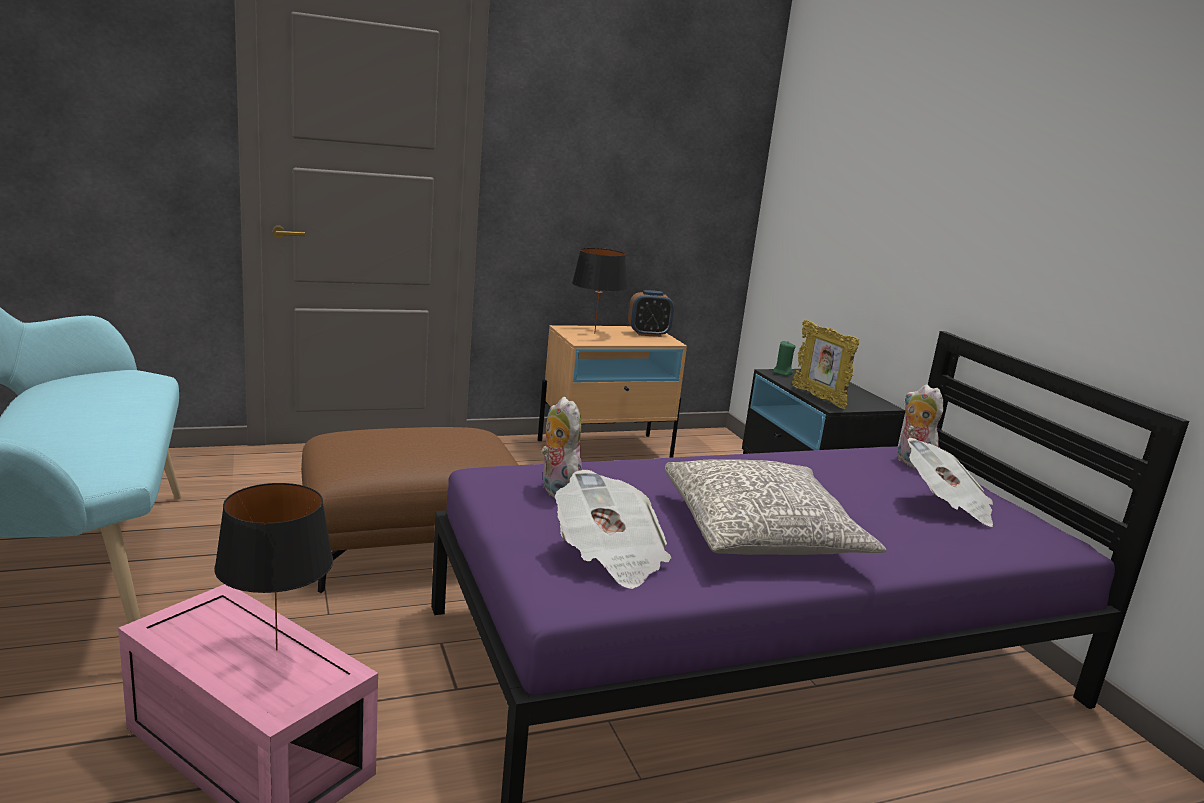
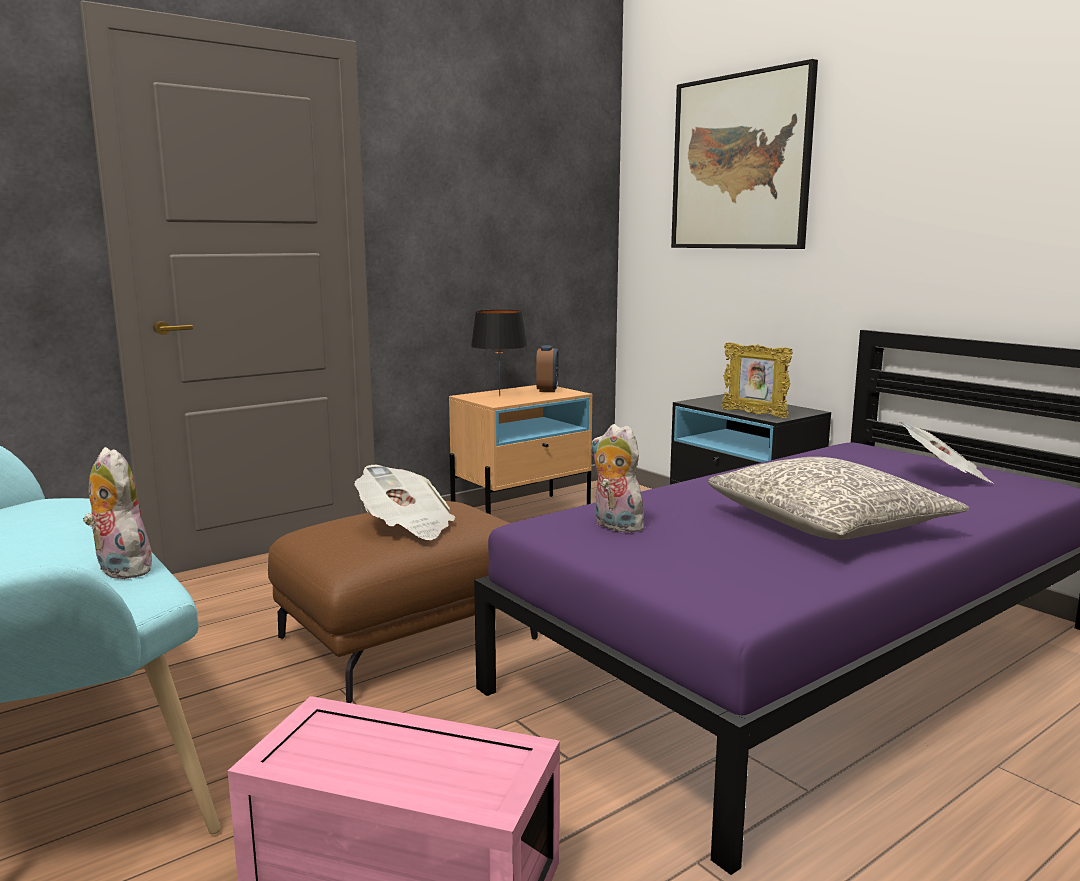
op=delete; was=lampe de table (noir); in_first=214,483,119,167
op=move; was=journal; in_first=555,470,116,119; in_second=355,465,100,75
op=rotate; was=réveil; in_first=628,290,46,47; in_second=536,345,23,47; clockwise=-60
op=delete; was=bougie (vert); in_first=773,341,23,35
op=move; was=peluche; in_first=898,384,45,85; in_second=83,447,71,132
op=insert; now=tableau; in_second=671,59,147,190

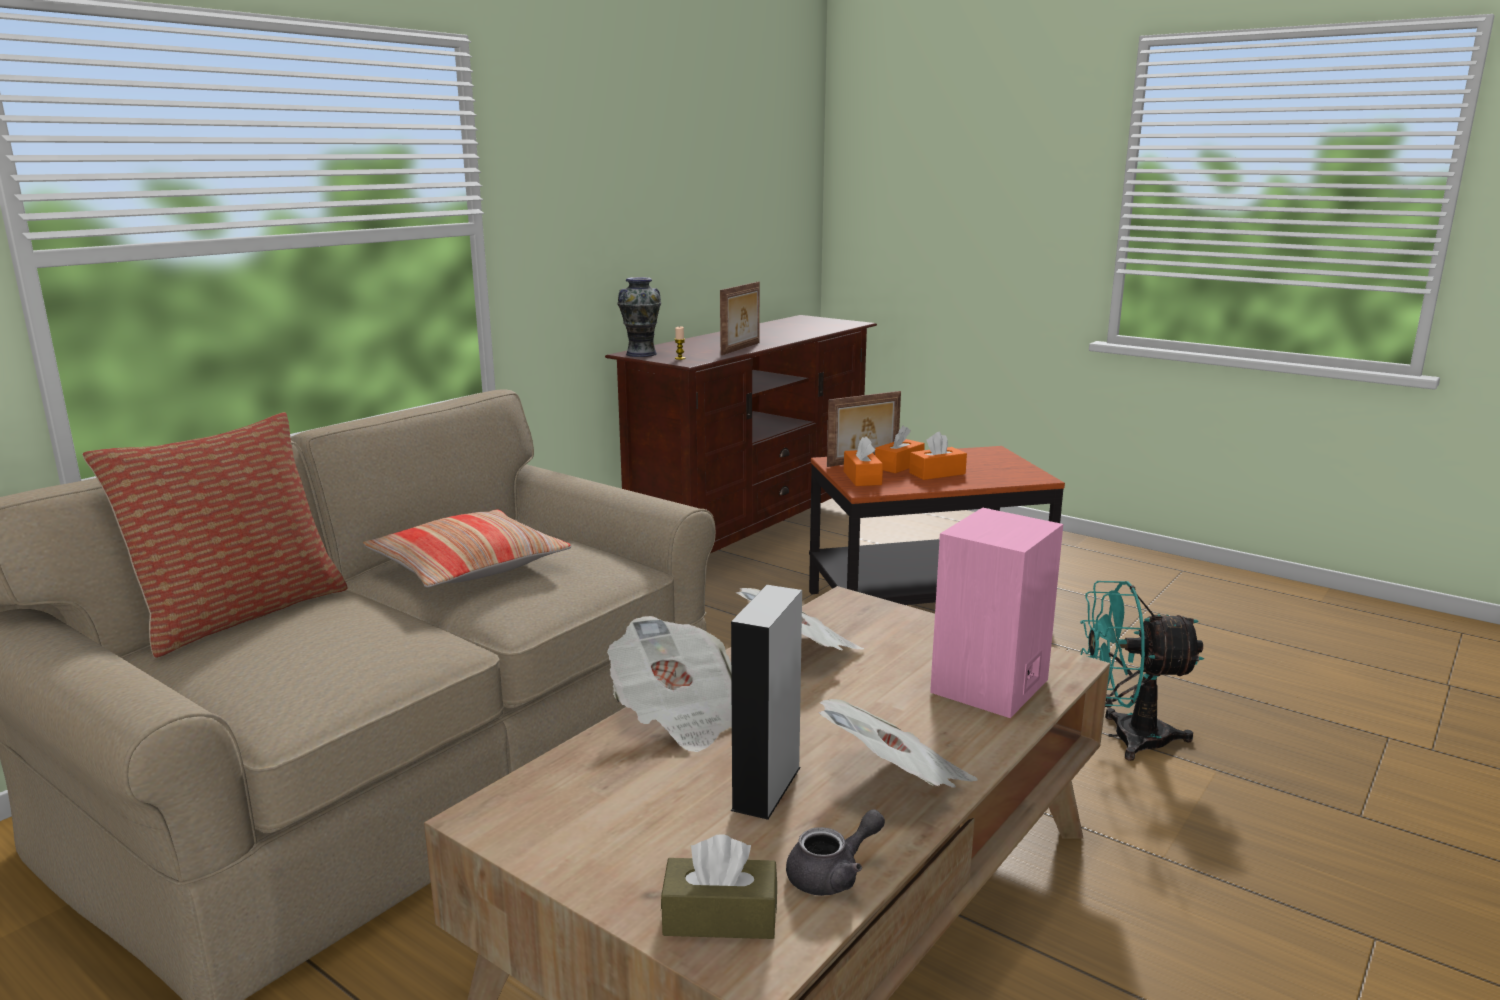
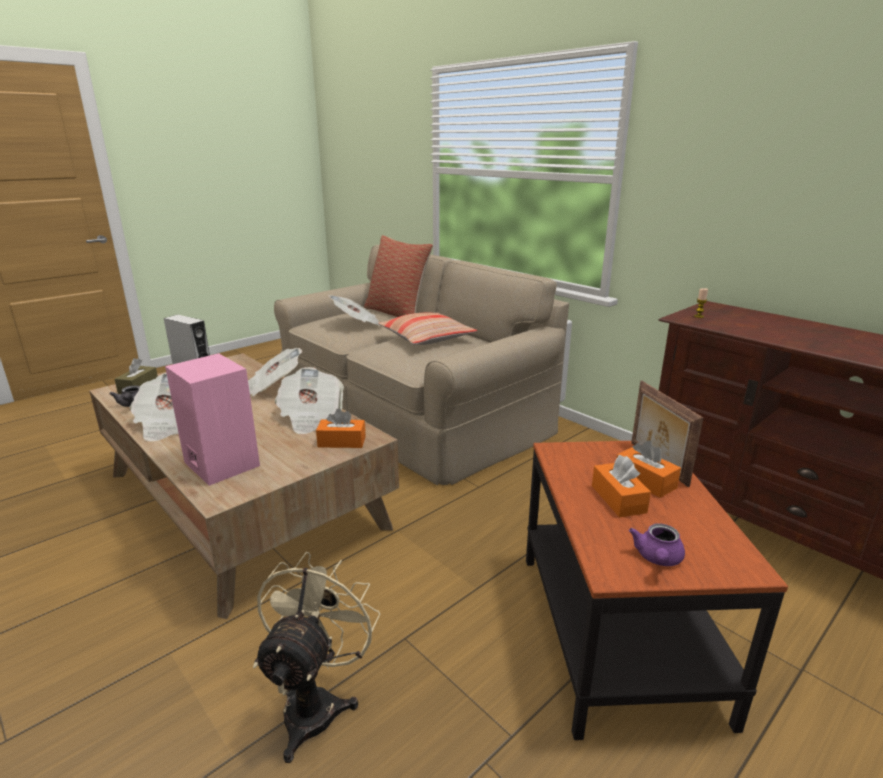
op=delete; was=vase; in_first=617,277,44,80
op=delete; was=cadre photo; in_first=720,282,40,73
op=move; was=boîte à mouchoirs (orange); in_first=844,436,39,50; in_second=316,409,50,39
op=recolor; was=ventilateur (turquoise); now=ventilateur (beige); in_first=1080,581,124,180; in_second=253,552,127,211
op=insert; now=journal; in_second=328,295,53,31
op=insert; now=théière (violet); in_second=629,523,56,43

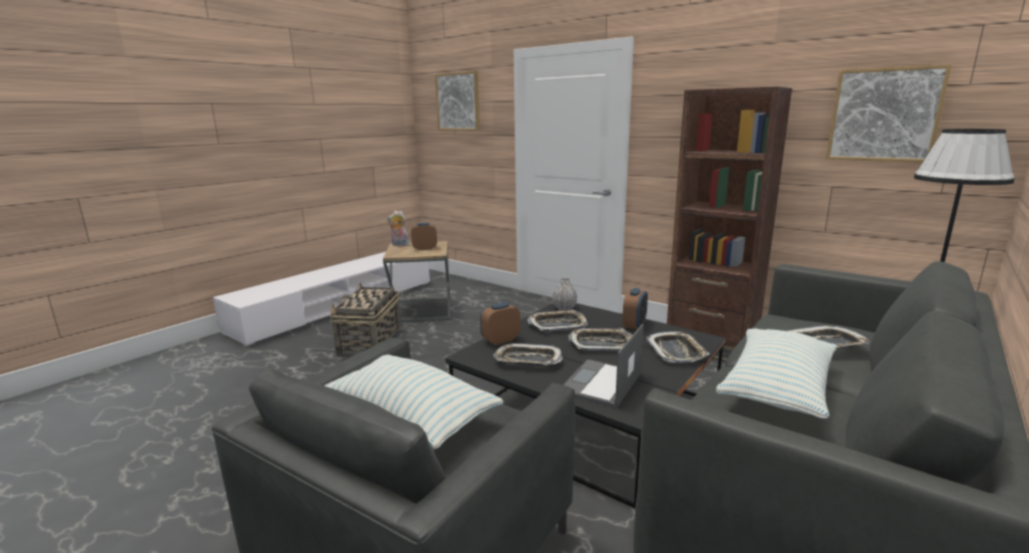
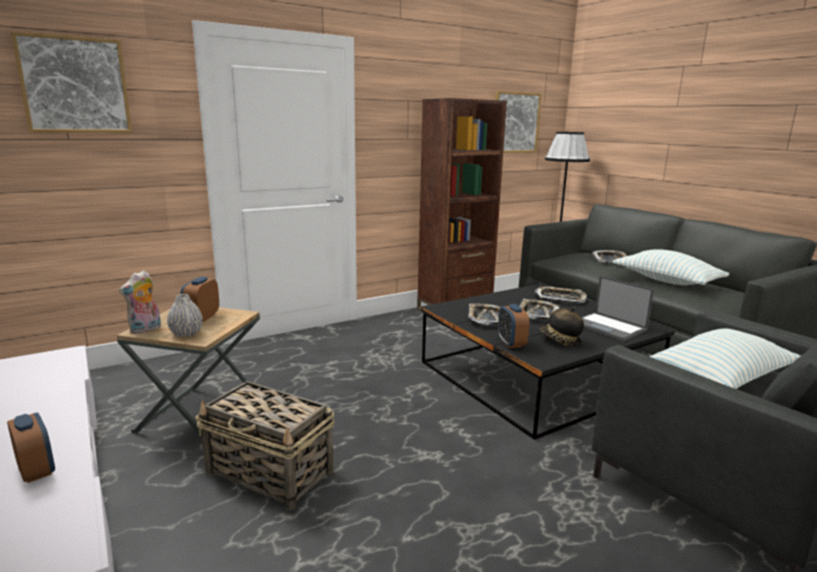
op=replace; was=plateau; now=chapeau; in_first=494,343,69,23; in_second=539,307,45,39
op=move; was=vase (gris); in_first=552,278,25,33; in_second=167,294,36,43
op=move; was=réveil; in_first=622,288,26,42; in_second=7,413,48,70

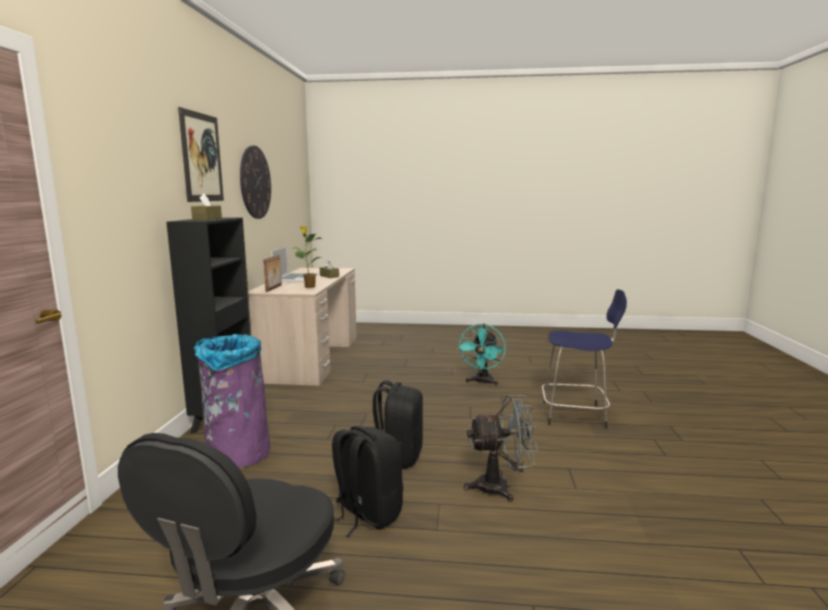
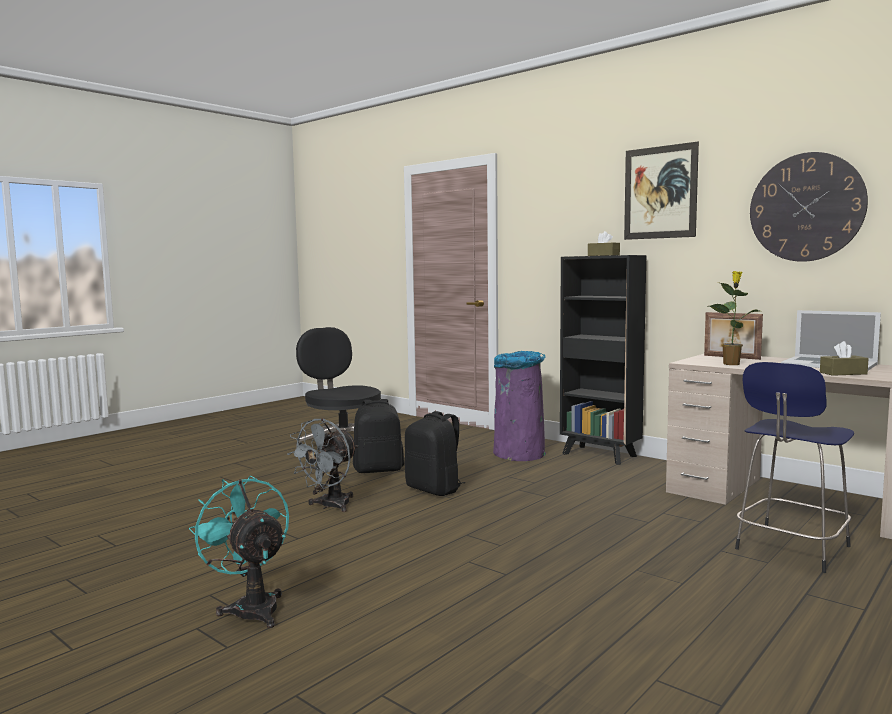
op=move; was=ventilateur (turquoise); in_first=457,324,49,62; in_second=189,475,100,153
op=move; was=tabouret (bleu); in_first=542,289,85,140; in_second=735,362,119,211

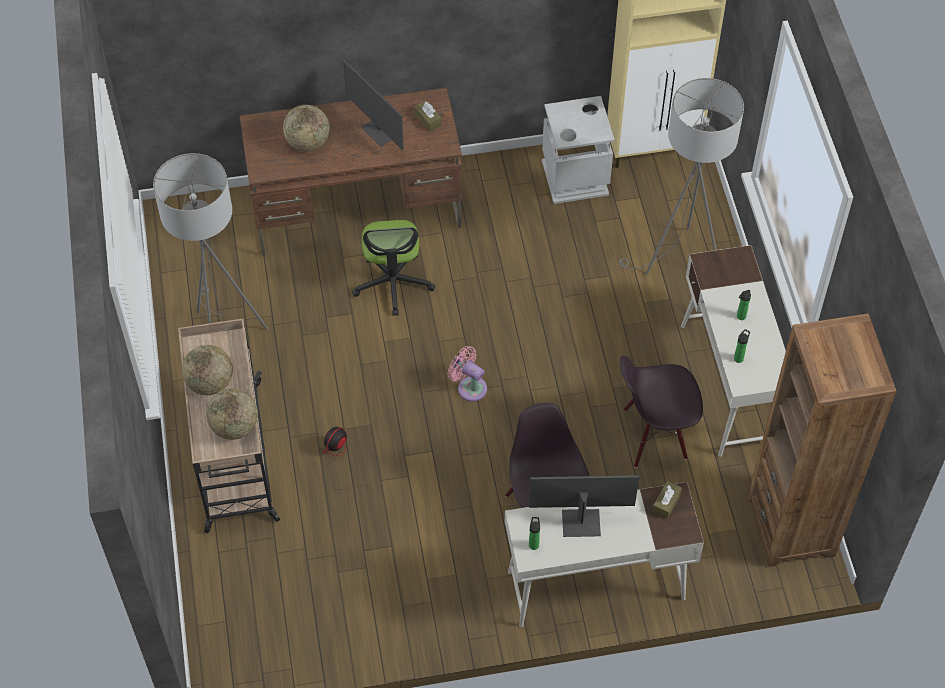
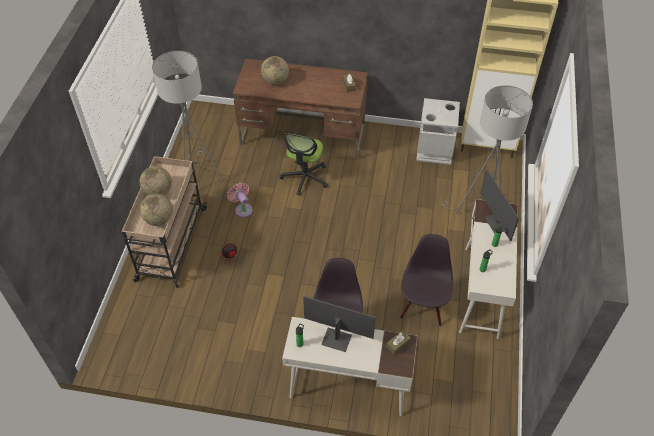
op=move; was=écran d'ordinateur; in_first=343,60,61,90; in_second=481,170,38,71
op=move; was=ventilateur (rose); in_first=448,346,39,56; in_second=227,182,26,36
op=rotate; was=chaise (noir); in_first=620,356,83,112; in_second=400,234,53,93; clockwise=90
op=delete; was=bibliothèque (marron); in_first=748,314,149,253

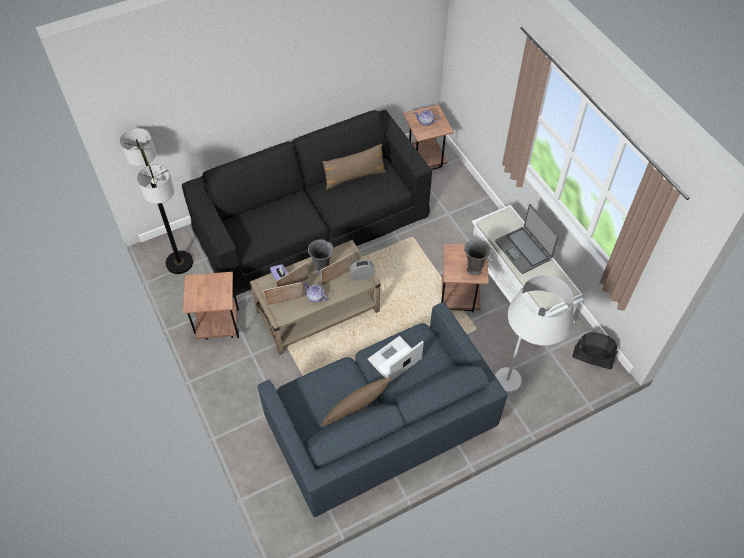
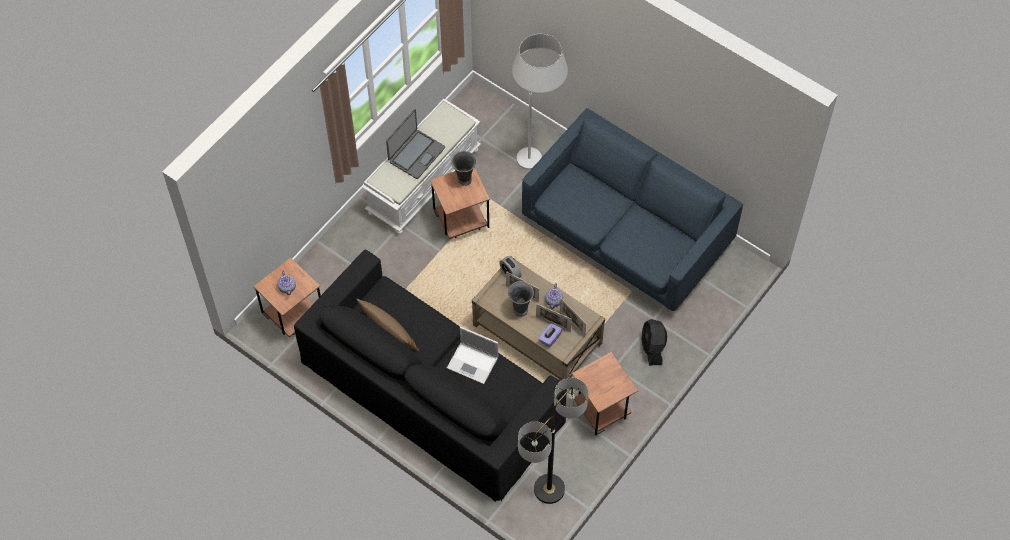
op=delete; was=coussin (marron); in_first=320,377,71,50
op=move; was=ordinateur portable; in_first=368,336,56,46; in_second=447,327,51,57
op=move; was=ventilateur (noir); in_first=572,332,46,37; in_second=642,319,25,47

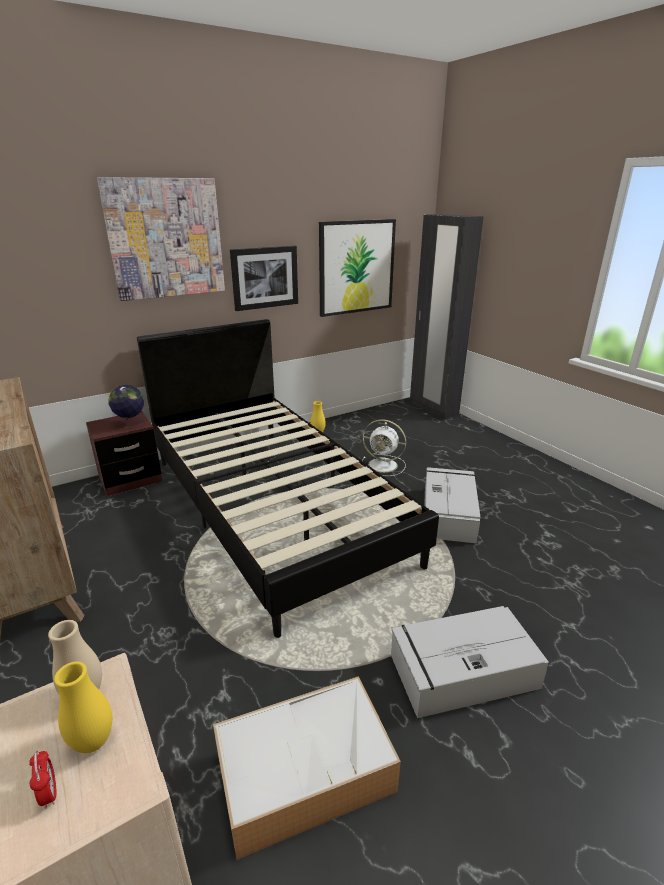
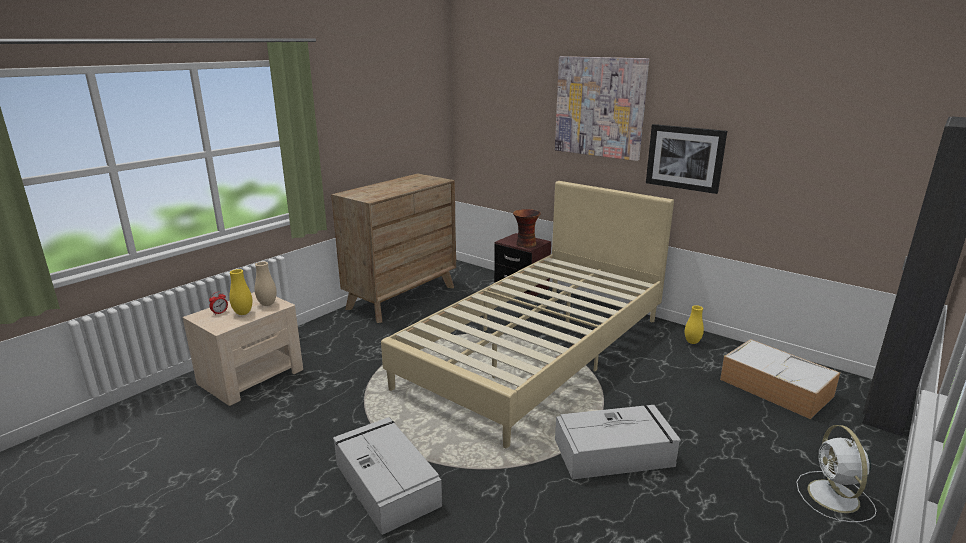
op=replace; was=globe; now=vase; in_first=108,385,36,43; in_second=513,209,28,39
op=recolor; was=lit (noir); now=lit (beige); in_first=137,319,302,319; in_second=381,181,293,267
op=move; was=boîte de rangement; in_first=213,676,188,184; in_second=720,339,120,80
op=delete; was=tableau; in_first=319,219,77,98
op=move; was=ventilateur (blanc); in_first=362,419,44,57; in_second=796,425,81,97

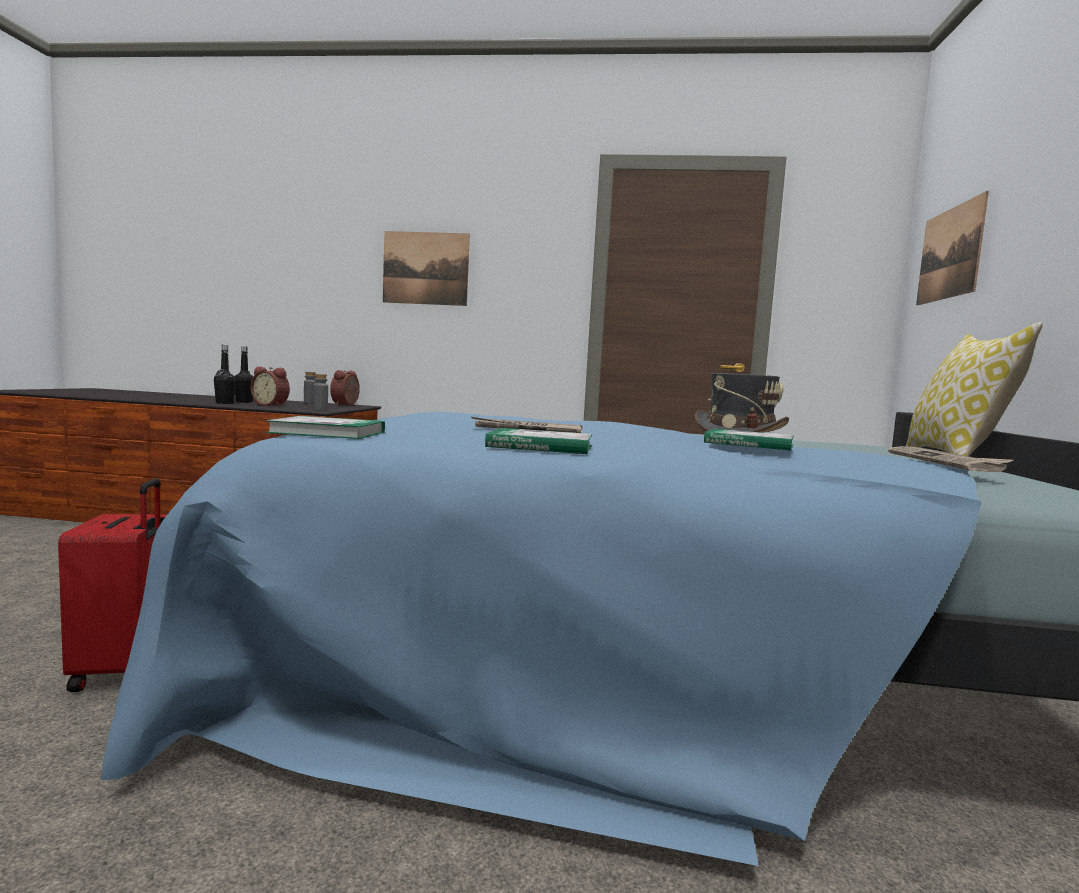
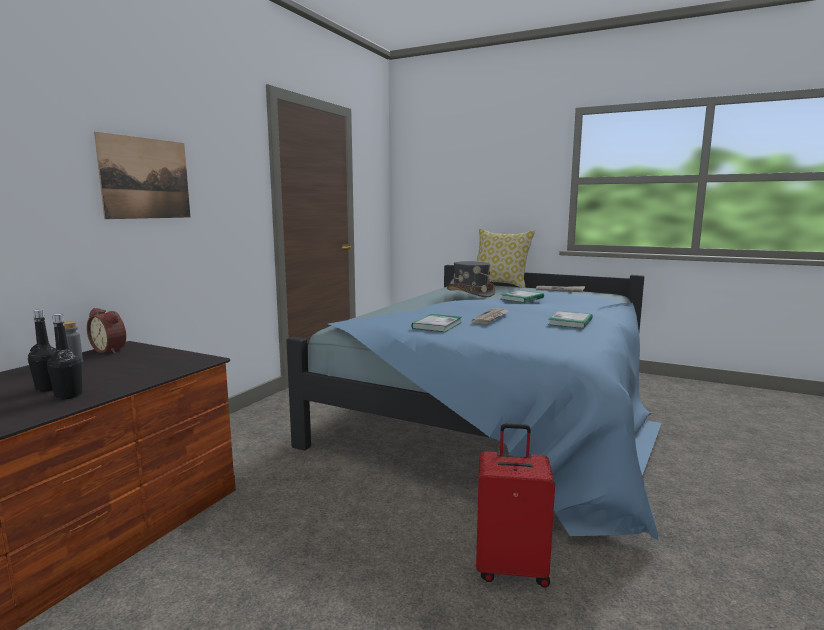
op=delete; was=réveil; in_first=250,366,40,41
op=move; was=livre; in_first=265,416,120,23; in_second=411,314,51,18
op=delete; was=bouteille (gris); in_first=313,374,15,37
op=delete; was=tableau; in_first=916,191,73,114

